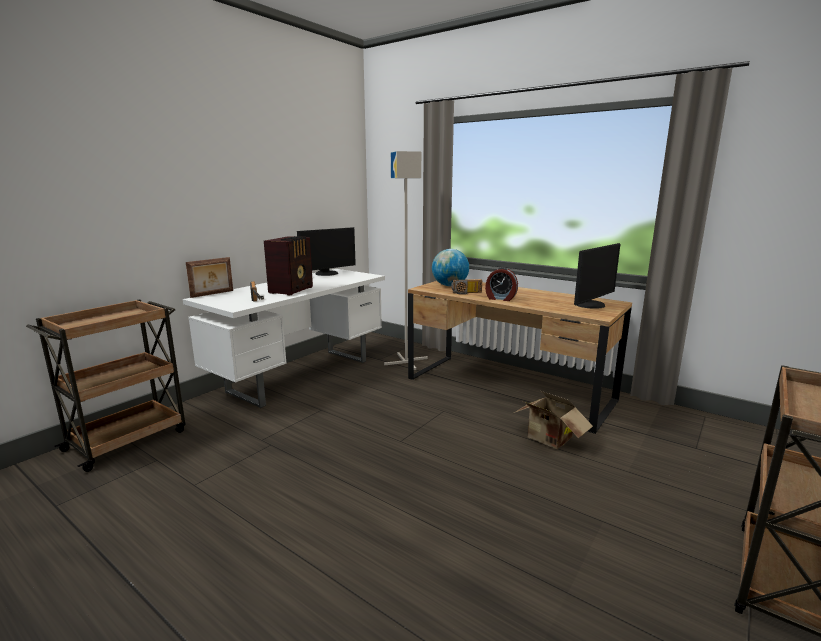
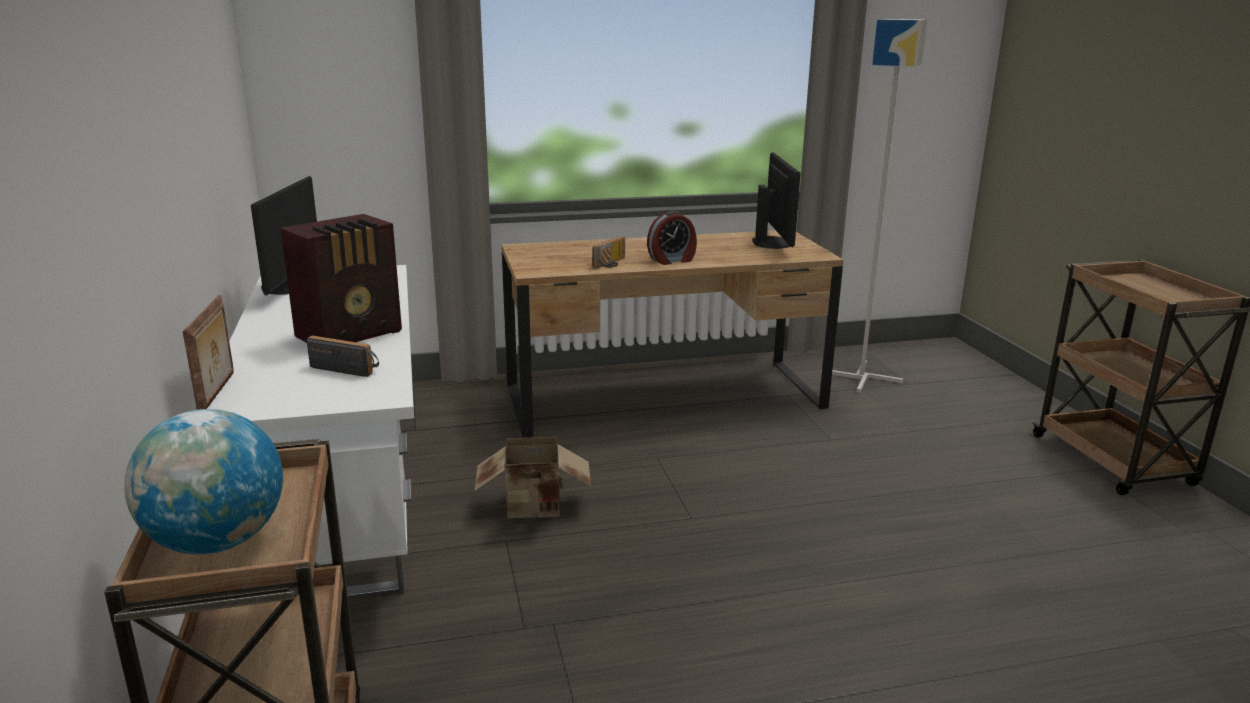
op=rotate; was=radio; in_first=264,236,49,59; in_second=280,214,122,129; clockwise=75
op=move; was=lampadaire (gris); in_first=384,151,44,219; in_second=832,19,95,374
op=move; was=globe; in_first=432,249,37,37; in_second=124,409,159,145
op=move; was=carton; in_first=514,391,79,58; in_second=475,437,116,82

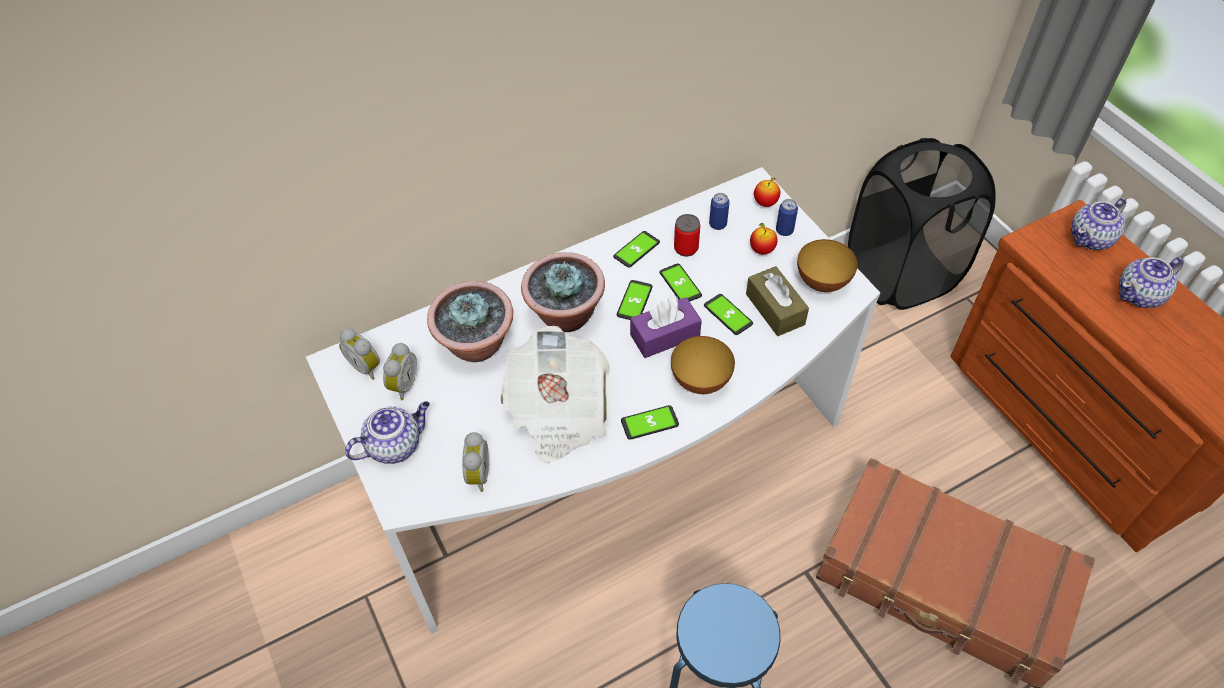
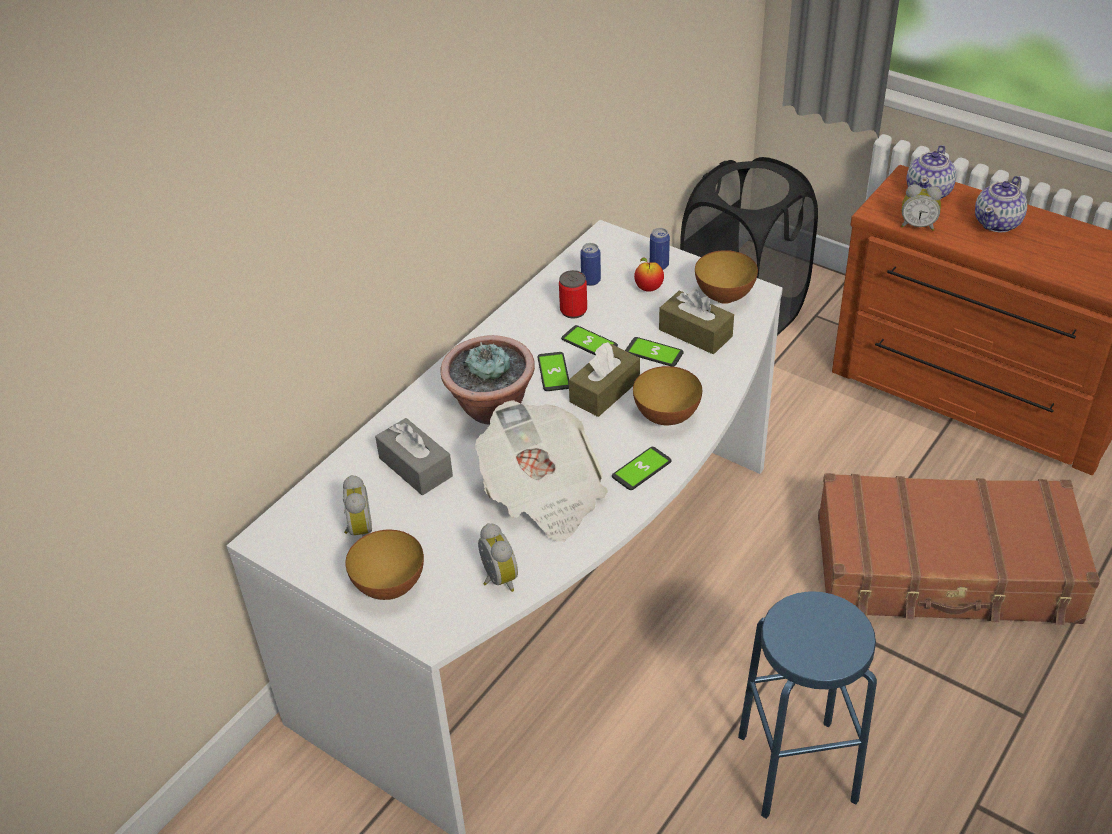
op=move; was=réveil; in_first=339,328,41,52; in_second=901,184,41,47
op=replace; was=théière; now=bol; in_first=345,401,85,63; in_second=345,530,79,70
op=replace; was=plante en pot; now=boîte à mouchoirs (gris); in_first=427,281,86,81; in_second=375,418,78,77
op=delete; was=téléphone; in_first=613,231,47,36
op=recolor; was=boîte à mouchoirs (violet); now=boîte à mouchoirs (marron); in_first=630,297,72,61; in_second=569,342,71,75
op=delete; was=pomme; in_first=754,178,26,29

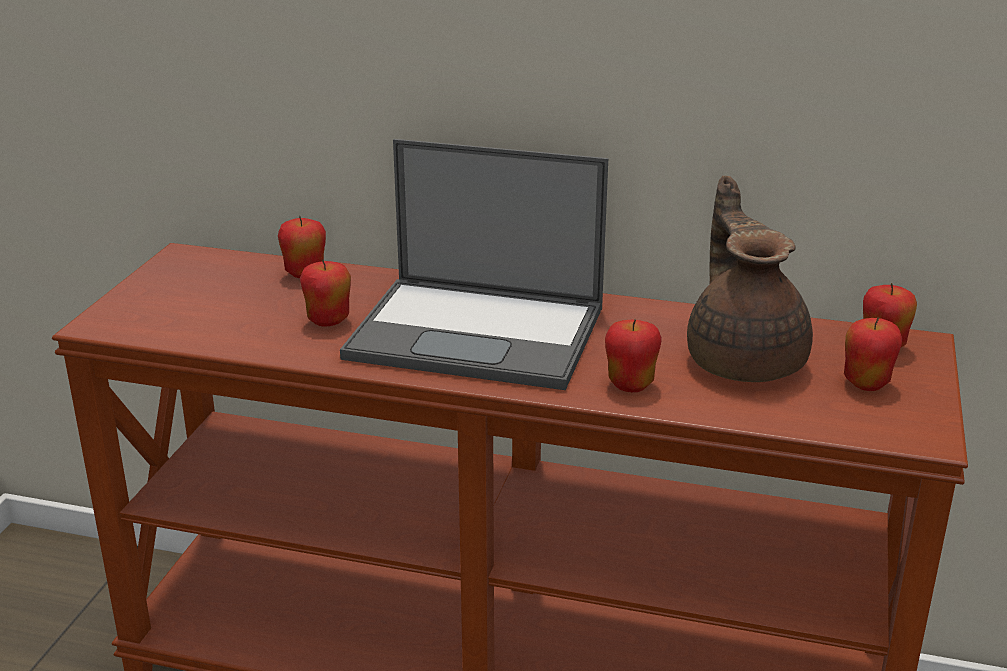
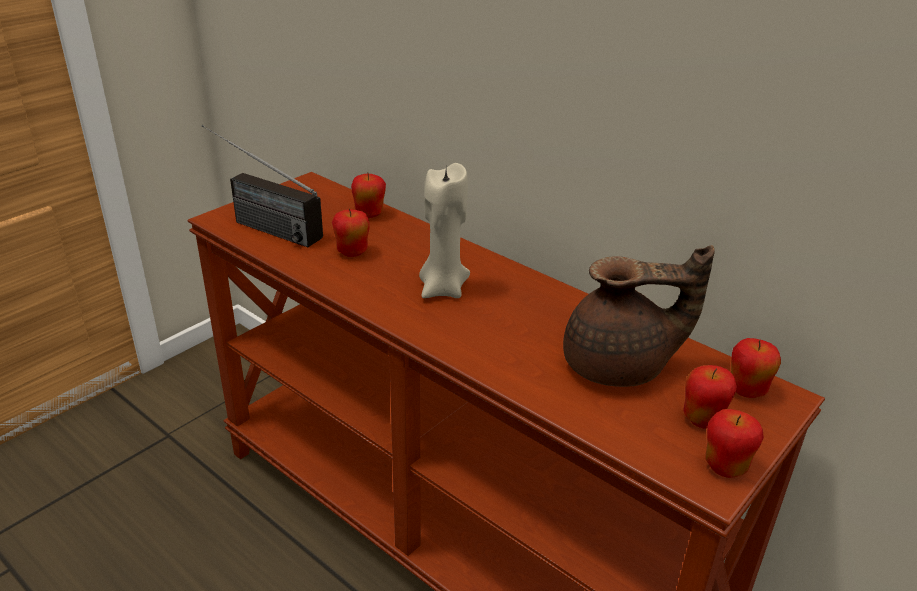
op=replace; was=ordinateur portable; now=bougie (beige); in_first=340,139,268,251; in_second=419,163,51,135
op=move; was=pomme; in_first=605,319,57,73; in_second=706,409,58,69
op=rotate; was=théière (marron); in_first=687,176,126,206; in_second=563,245,152,142; clockwise=75
op=insert; now=radio; in_second=202,125,121,122

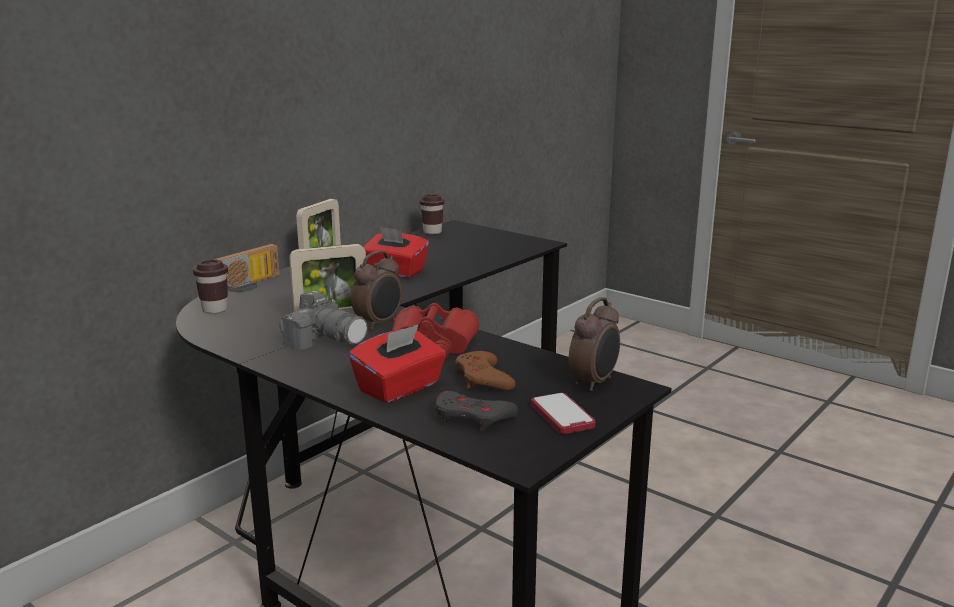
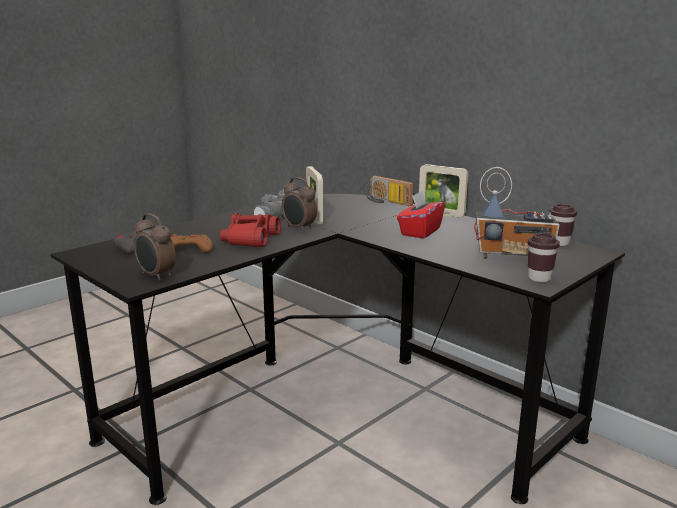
op=move; was=tasse (marron); in_first=193,259,35,55; in_second=527,233,33,50
op=delete; was=boîte à mouchoirs (rouge); in_first=349,324,98,79
op=delete; was=téléphone; in_first=531,393,64,41
op=insert; now=radio; in_second=474,167,86,92

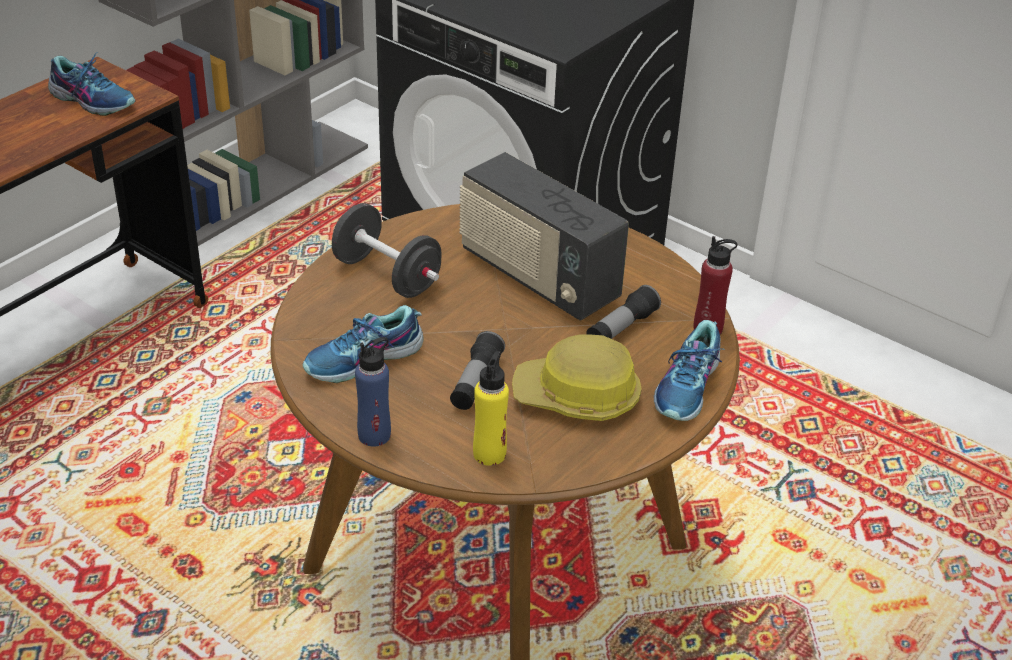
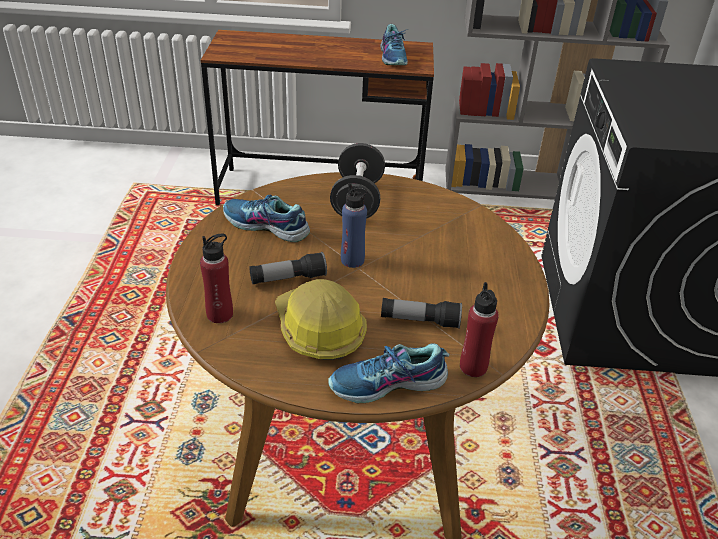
op=move; was=bouteille (bleu); in_first=355,337,36,110; in_second=341,183,26,85
op=delete; was=radio; in_first=459,152,170,168
op=recolor; was=bouteille (jaune); now=bouteille (rouge); in_first=473,351,36,115; in_second=200,234,33,89

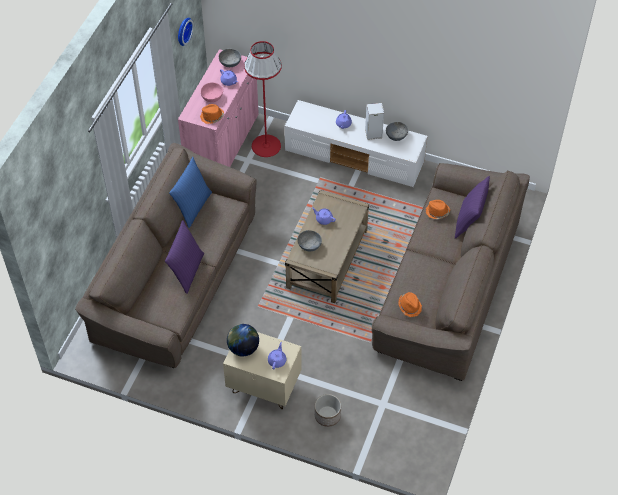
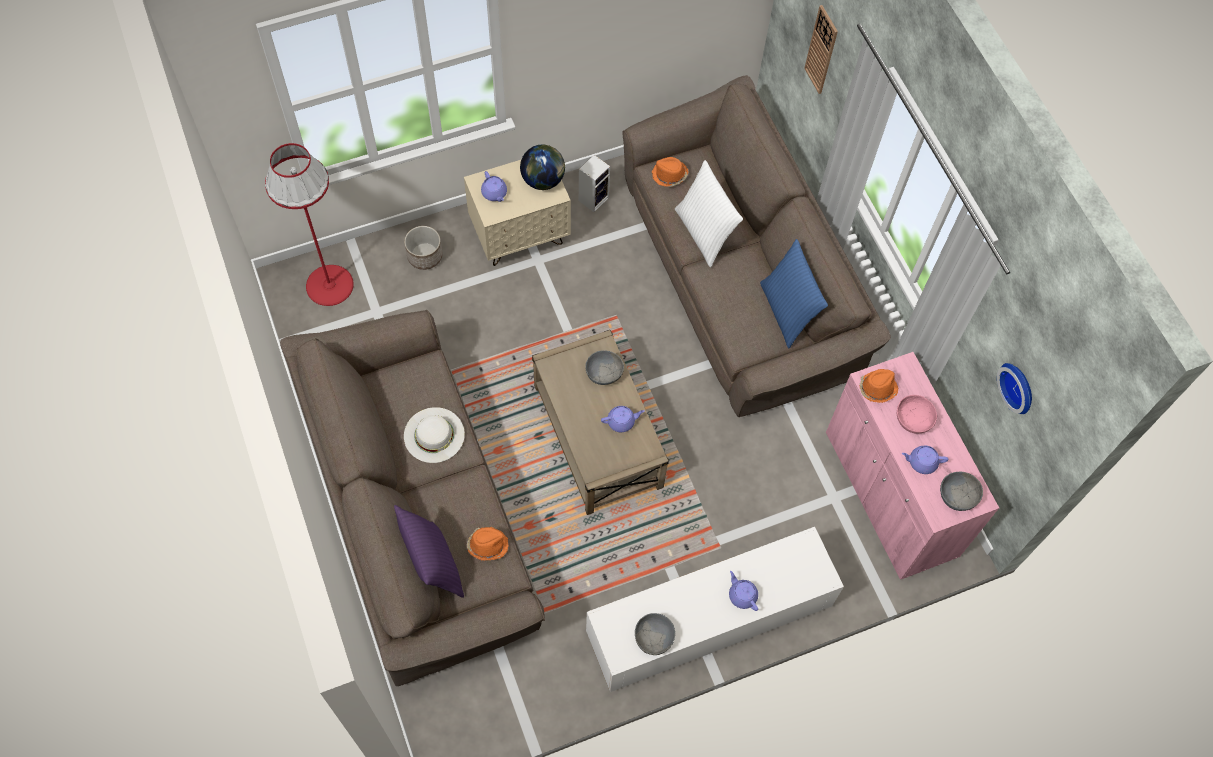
op=recolor; was=coussin (violet); now=coussin (blanc); in_first=165,220,39,74; in_second=675,160,68,108
op=move; was=lampadaire (rouge); in_first=244,41,38,116; in_second=265,143,89,163
op=move; was=enceinte; in_first=365,103,19,37; in_second=579,155,31,57
op=move; was=chapeau (orange); in_first=398,292,24,25; in_second=652,157,37,30
op=insert; now=chapeau (blanc); in_second=404,407,61,56
op=insert; now=horloge murale; in_second=804,5,34,89

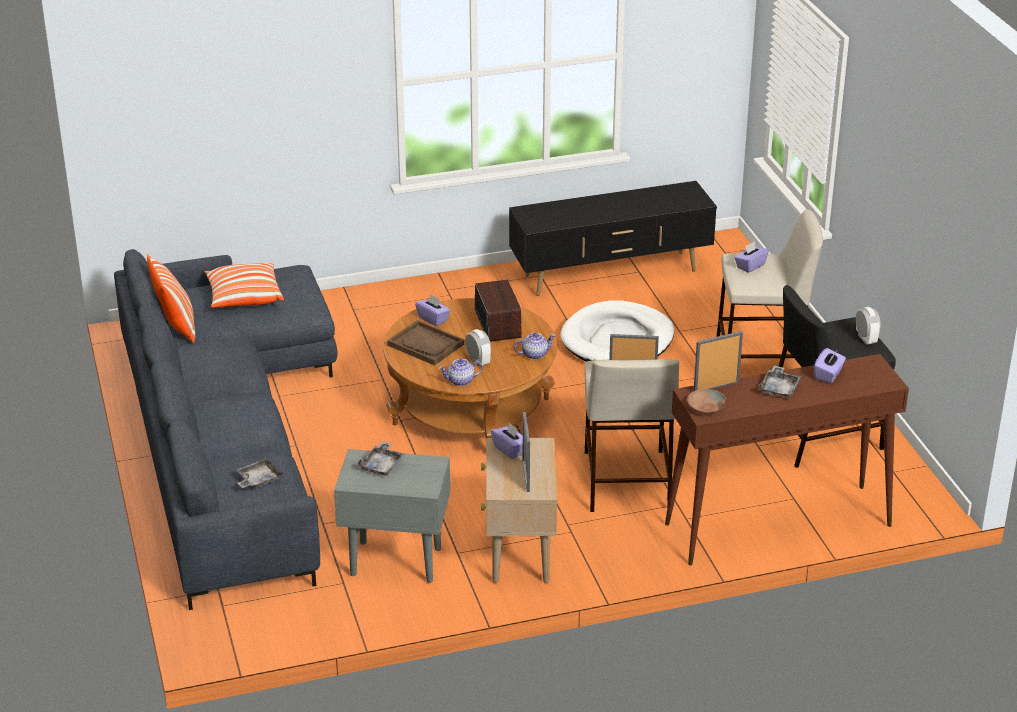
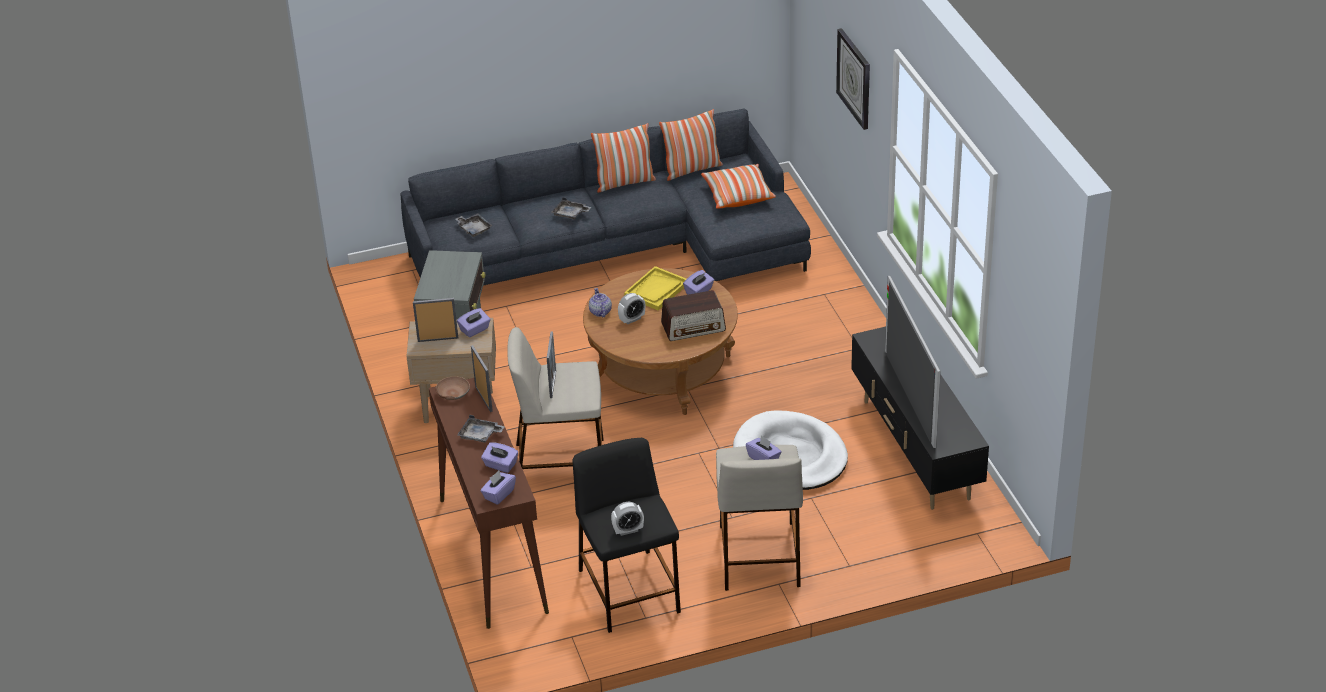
op=move; was=plateau (gris); in_first=358,442,47,34; in_second=551,197,40,22
op=recolor; was=plateau (marron); now=plateau (jaune); in_first=387,320,77,46; in_second=624,266,62,45
op=delete; was=théière; in_first=514,333,42,27
op=insert; now=boîte à mouchoirs (violet); in_second=480,471,36,34
op=insert; now=coussin; in_second=591,123,65,70
op=insert; now=horloge murale; in_second=836,28,34,102
op=insert; now=téléviseur; in_second=885,276,56,172

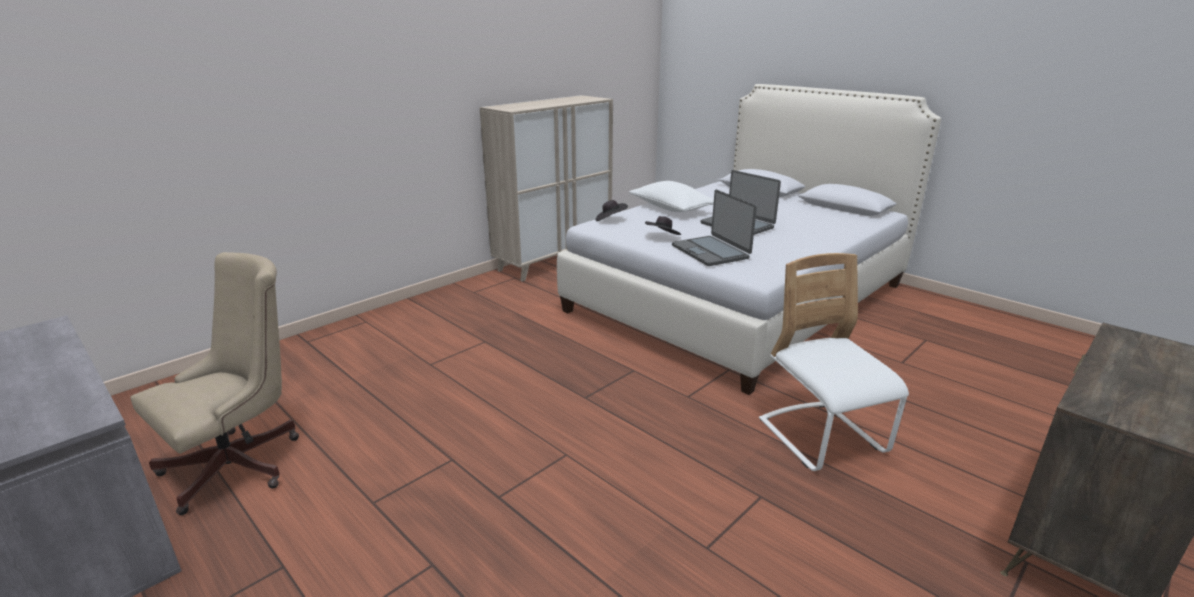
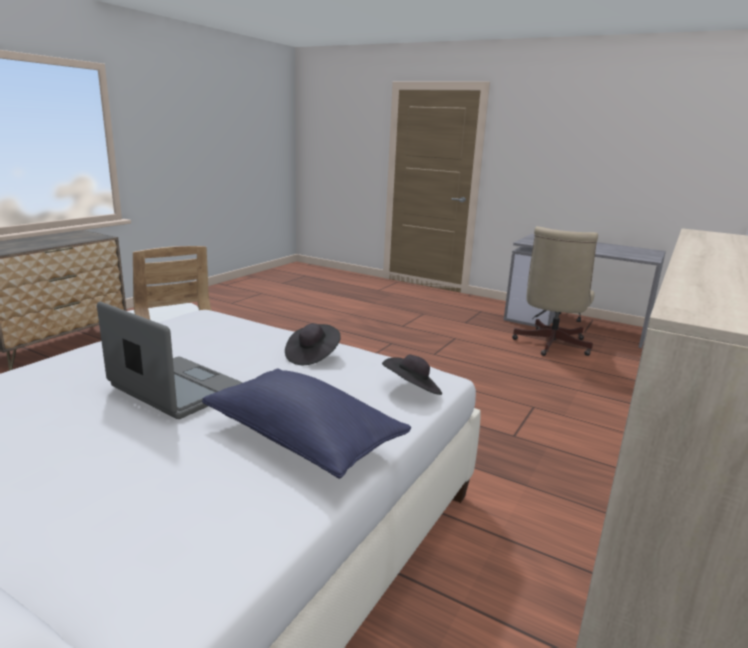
op=recolor; was=coussin (blanc); now=coussin (bleu); in_first=629,181,85,31; in_second=202,369,209,110
op=delete; was=ordinateur portable; in_first=672,189,85,77

